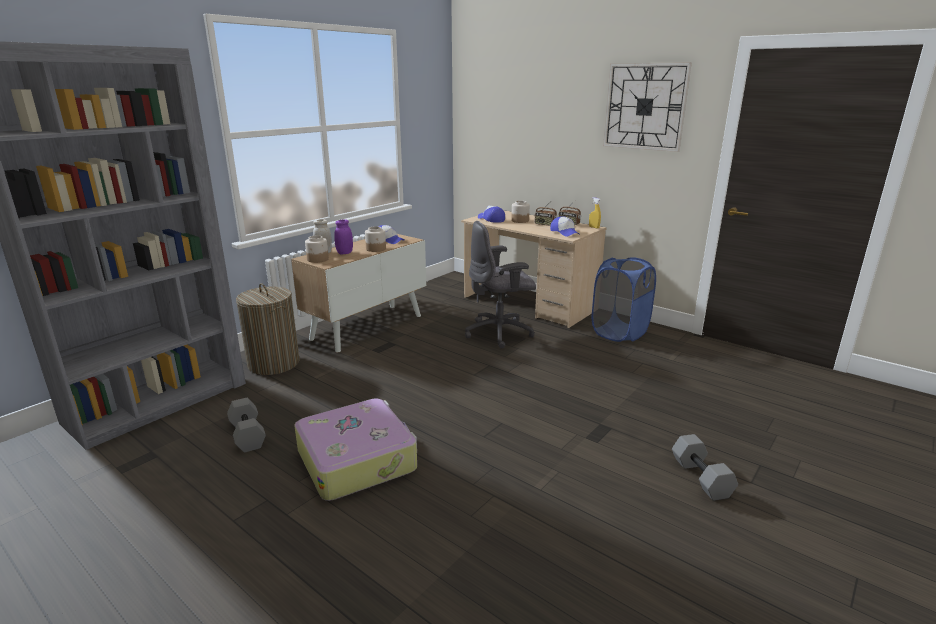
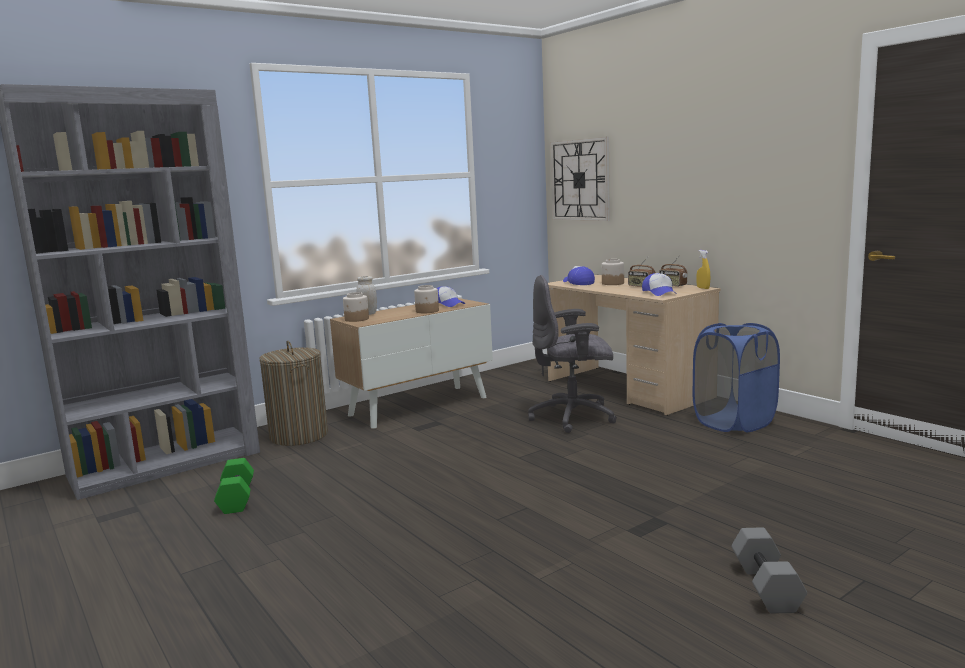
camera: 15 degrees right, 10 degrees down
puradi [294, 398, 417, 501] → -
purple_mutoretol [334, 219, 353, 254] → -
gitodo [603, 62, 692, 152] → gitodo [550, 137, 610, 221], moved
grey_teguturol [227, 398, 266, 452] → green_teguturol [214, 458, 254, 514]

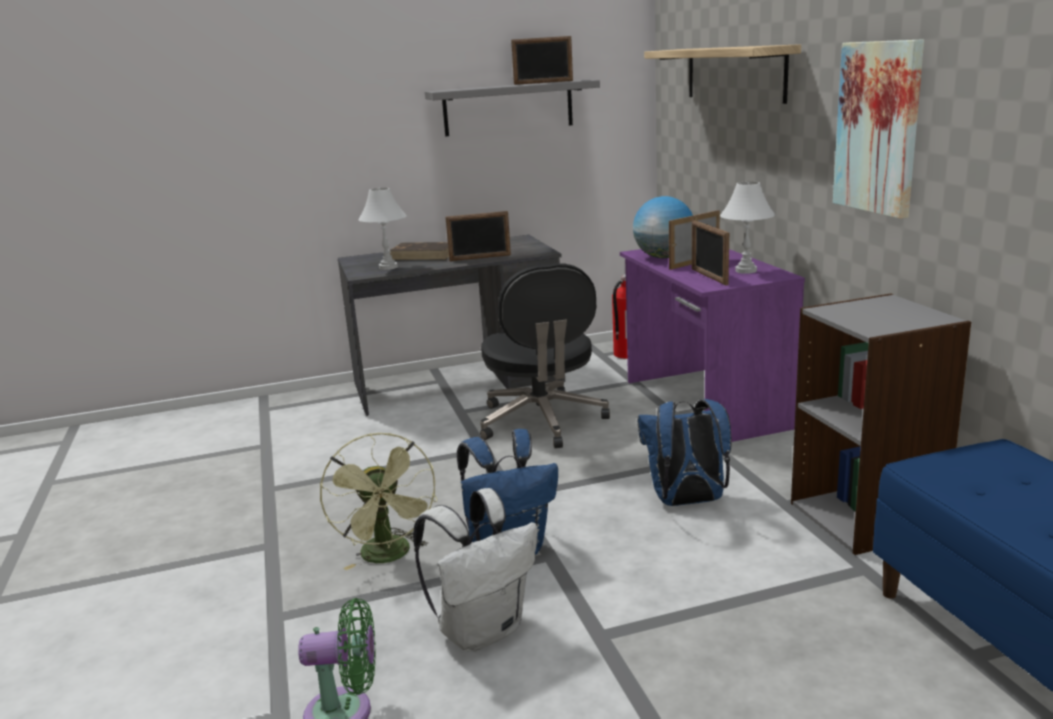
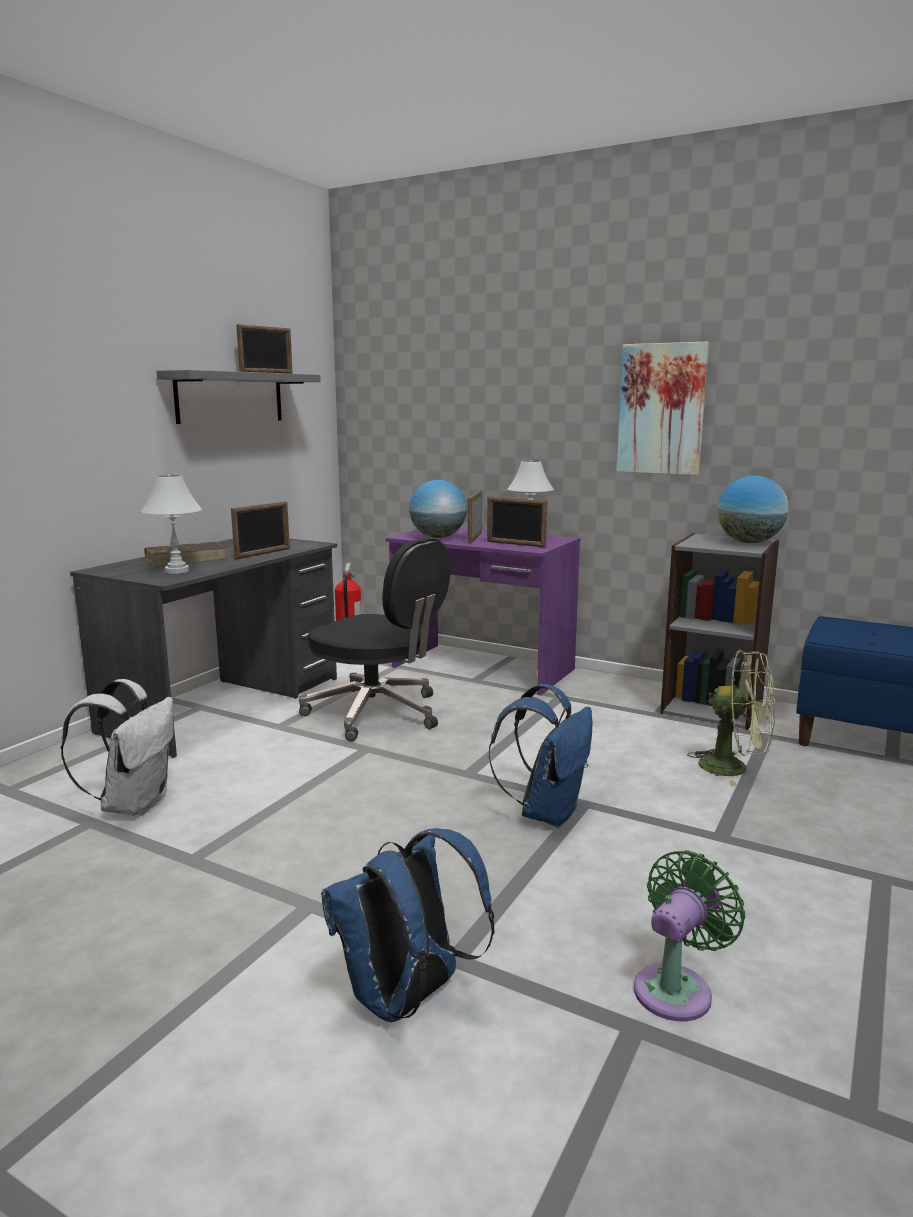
camera: 45 degrees left, 5 degrees down
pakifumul [644, 44, 801, 104] → -
- → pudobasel [717, 475, 789, 543]
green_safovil [320, 433, 437, 570] → green_safovil [688, 650, 775, 786], moved
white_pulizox [413, 488, 538, 652] → white_pulizox [61, 679, 173, 817], moved
blue_pulizox [637, 399, 732, 506] → blue_pulizox [321, 828, 494, 1022], moved

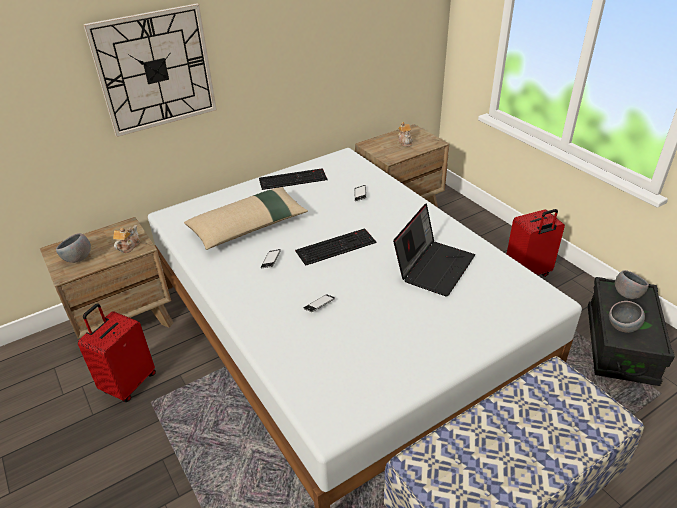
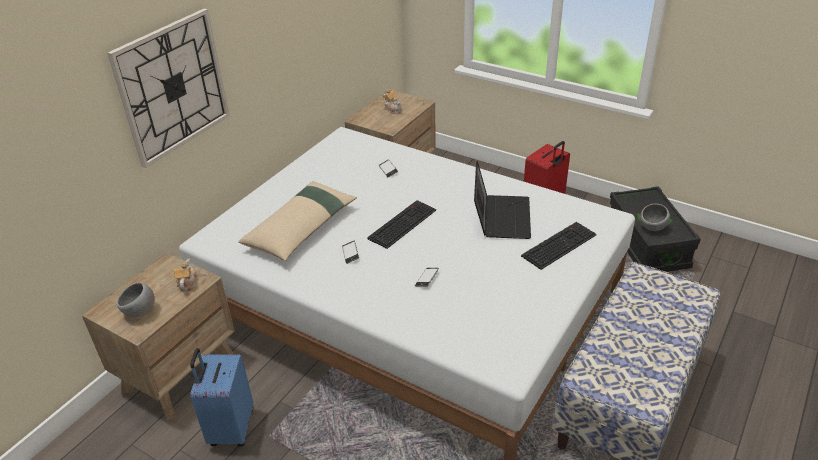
camera: 25 degrees left, 0 degrees up
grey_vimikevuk [615, 270, 649, 299] → -
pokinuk [259, 168, 327, 190] → pokinuk [521, 222, 597, 270], moved
red_puradi [78, 303, 156, 402] → blue_puradi [190, 348, 253, 447]

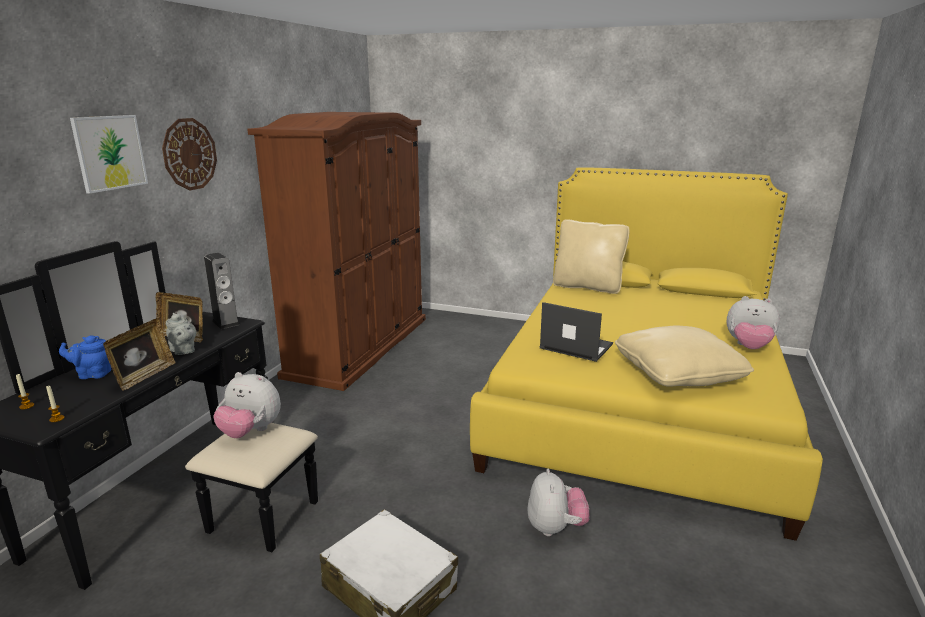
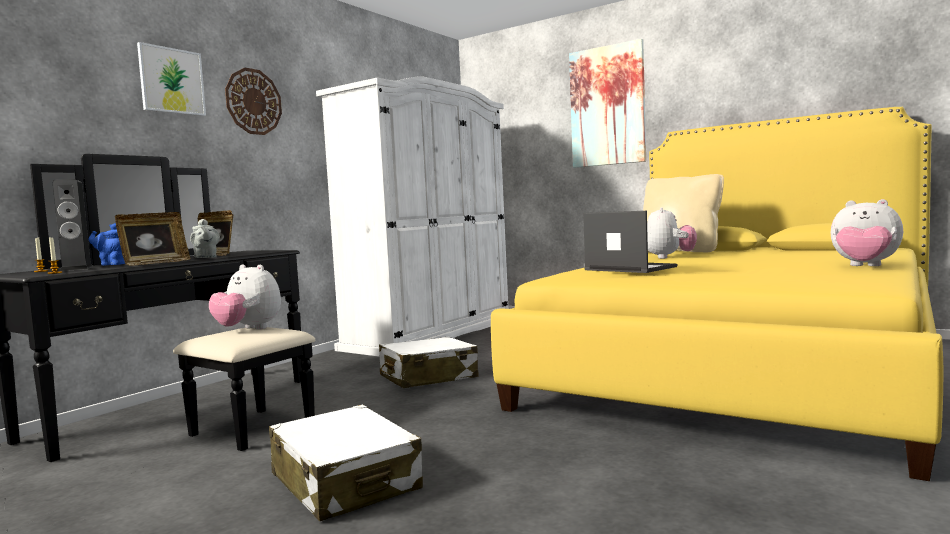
camera: 15 degrees right, 15 degrees down
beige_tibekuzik [615, 325, 754, 387] → -
- → white_puradi [379, 337, 479, 388]
- → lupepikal [569, 39, 646, 168]
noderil [204, 253, 240, 329] → noderil [53, 179, 93, 271], moved
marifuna [527, 469, 589, 536] → marifuna [647, 207, 697, 259], moved
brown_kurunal [247, 112, 426, 391] → white_kurunal [316, 76, 508, 357]

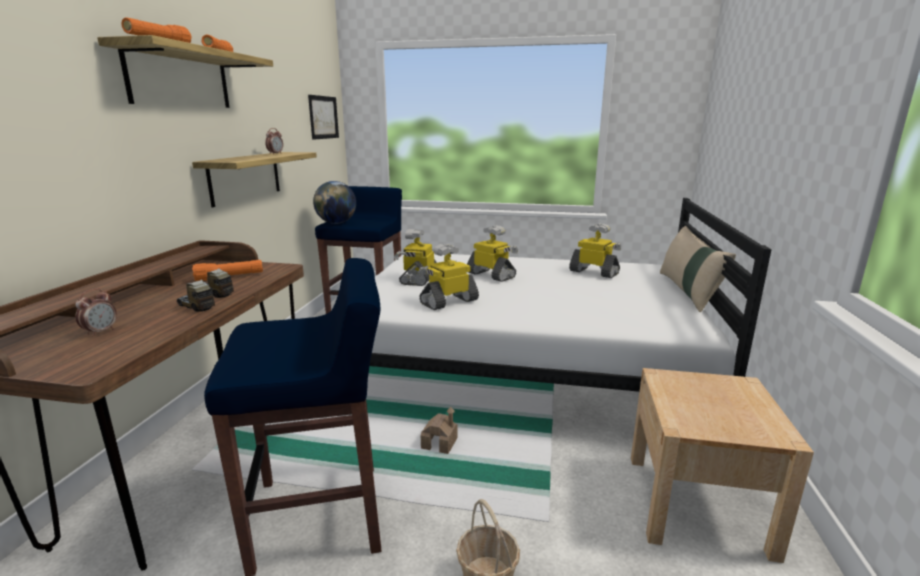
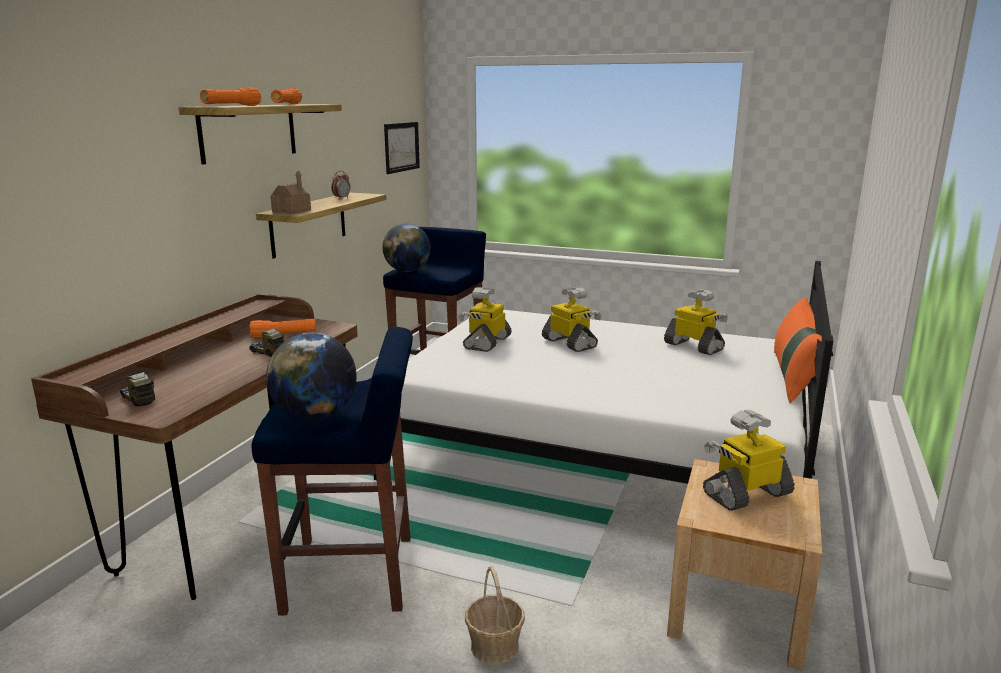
camera: 10 degrees right, 0 degrees up
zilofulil [75, 288, 117, 337] → -
- → pudobasel [266, 333, 357, 421]
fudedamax [177, 279, 215, 312] → fudedamax [120, 372, 155, 407], moved
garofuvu [419, 244, 479, 310] → garofuvu [703, 410, 795, 511], moved
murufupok [421, 407, 458, 454] → murufupok [270, 171, 311, 214], moved
beige_tibekuzik [660, 226, 736, 312] → orange_tibekuzik [774, 298, 822, 403]

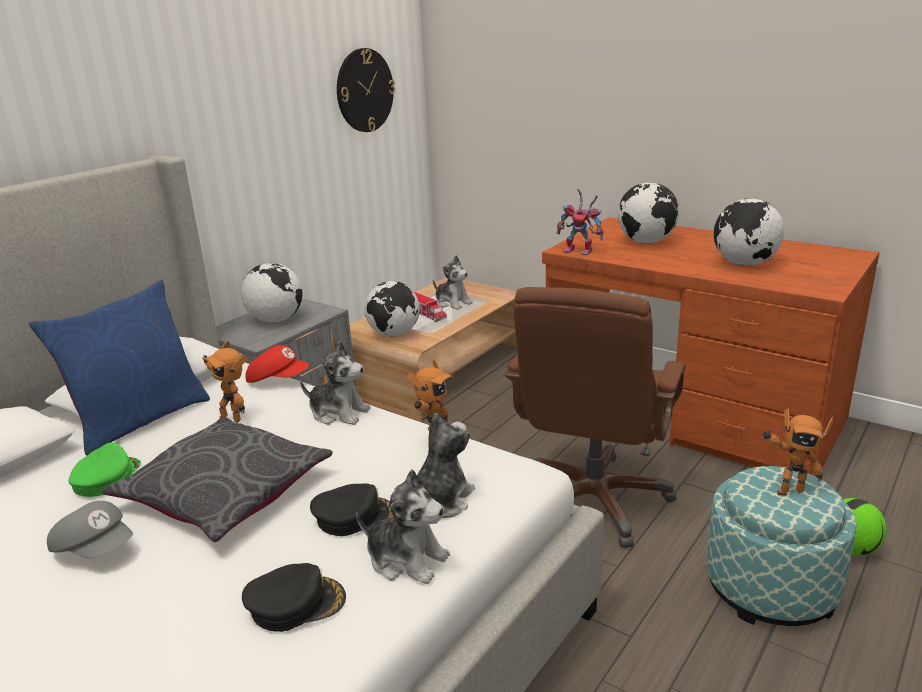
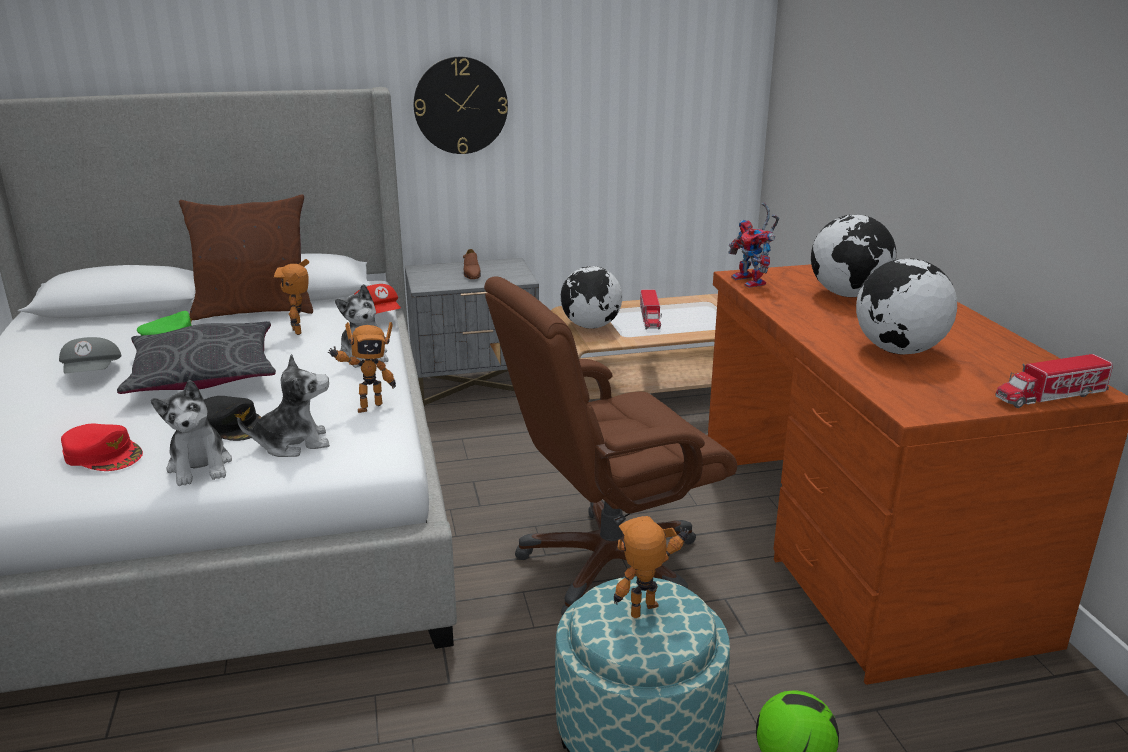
camera: 40 degrees right, 0 degrees up
marifuna [433, 256, 473, 310] → -
- → fudedamax [995, 354, 1113, 408]
gitodo [337, 48, 395, 132] → gitodo [414, 57, 508, 154], moved
pudobasel [241, 263, 303, 323] → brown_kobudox [463, 249, 481, 279]
blue_tibekuzik [29, 280, 210, 456] → brown_tibekuzik [179, 194, 313, 320]
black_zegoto [242, 563, 346, 632] → red_zegoto [61, 423, 143, 471]
garofuvu [762, 408, 833, 496] → garofuvu [614, 516, 689, 618], 105 degrees clockwise

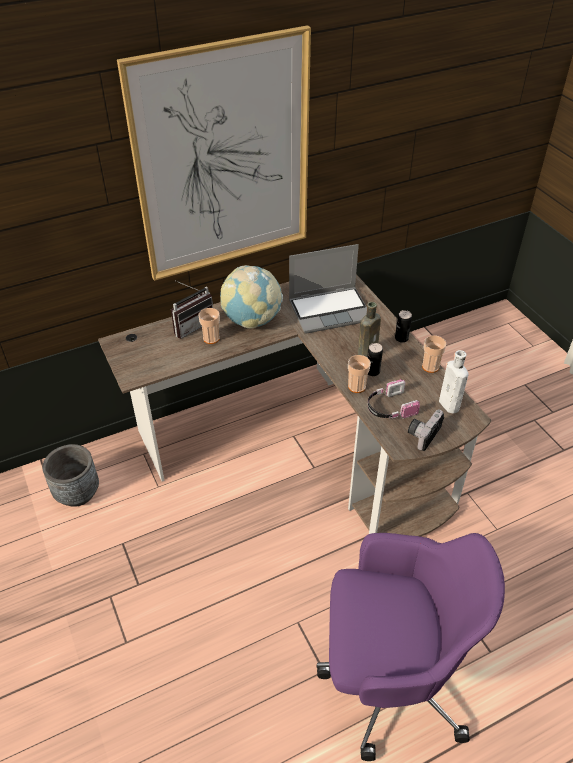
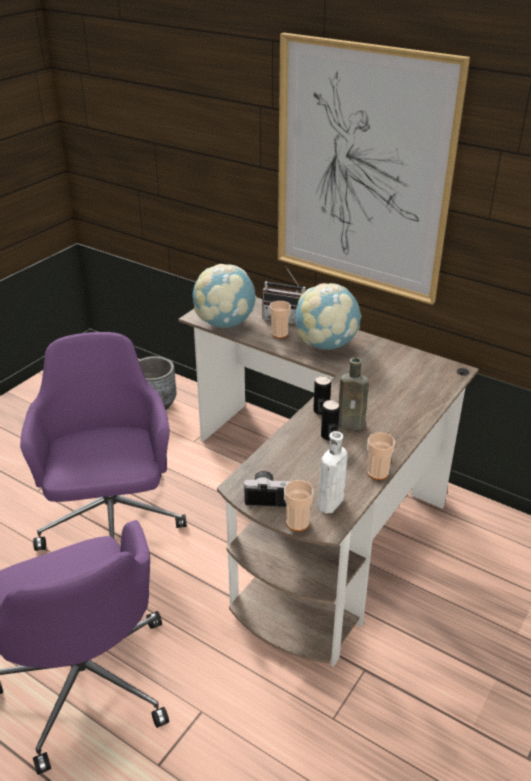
camera: 60 degrees right, 10 degrees down
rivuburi [289, 244, 367, 334] → -
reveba [368, 379, 420, 419] → -
- → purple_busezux [20, 332, 187, 551]
- → pudobasel [193, 264, 257, 328]
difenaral [348, 355, 371, 393] → difenaral [284, 480, 314, 531], moved
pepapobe [395, 310, 412, 343] → pepapobe [313, 376, 331, 415], moved

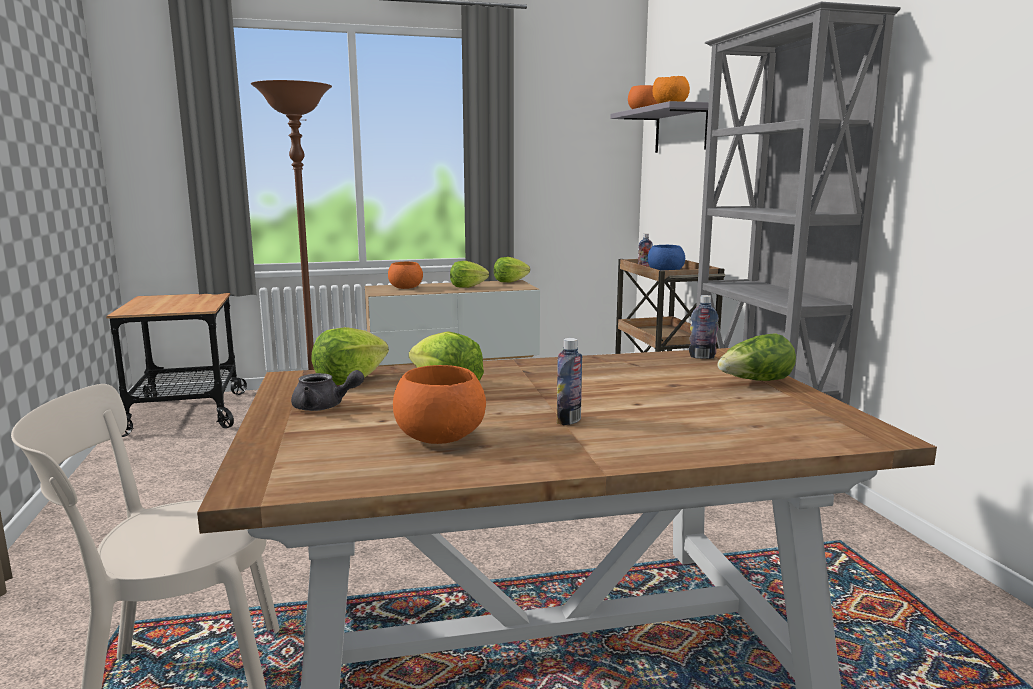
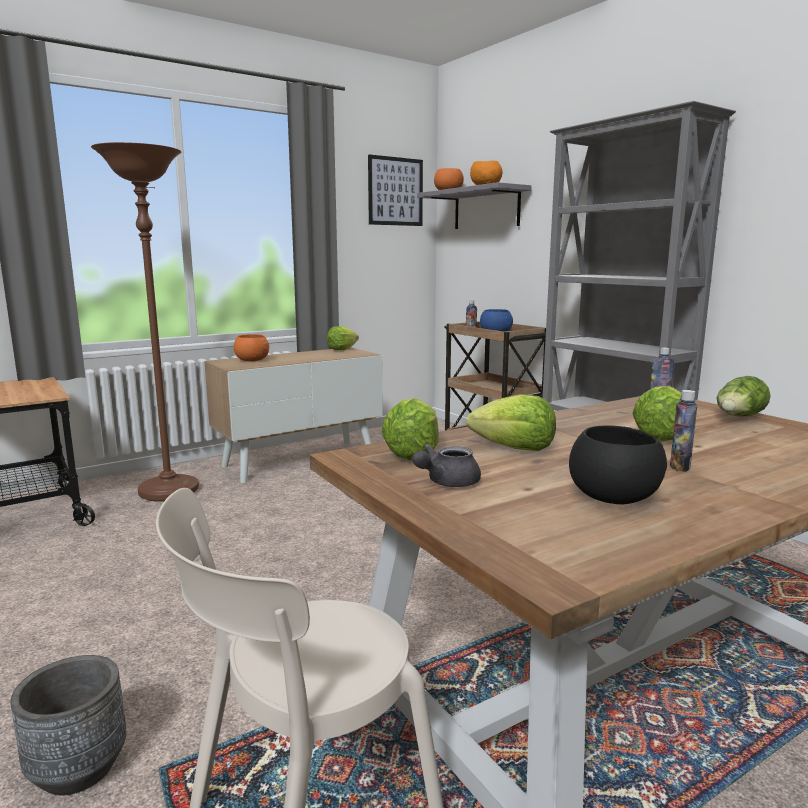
camera: 20 degrees left, 0 degrees up
- → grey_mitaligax [10, 655, 126, 795]
- → lupepikal [368, 154, 423, 226]
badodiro [450, 261, 489, 288] → badodiro [632, 386, 681, 441], moved
orange_vimikevuk [393, 365, 486, 444] → black_vimikevuk [569, 425, 667, 504]
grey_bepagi [291, 370, 364, 411] → grey_bepagi [412, 444, 481, 487], 150 degrees clockwise

